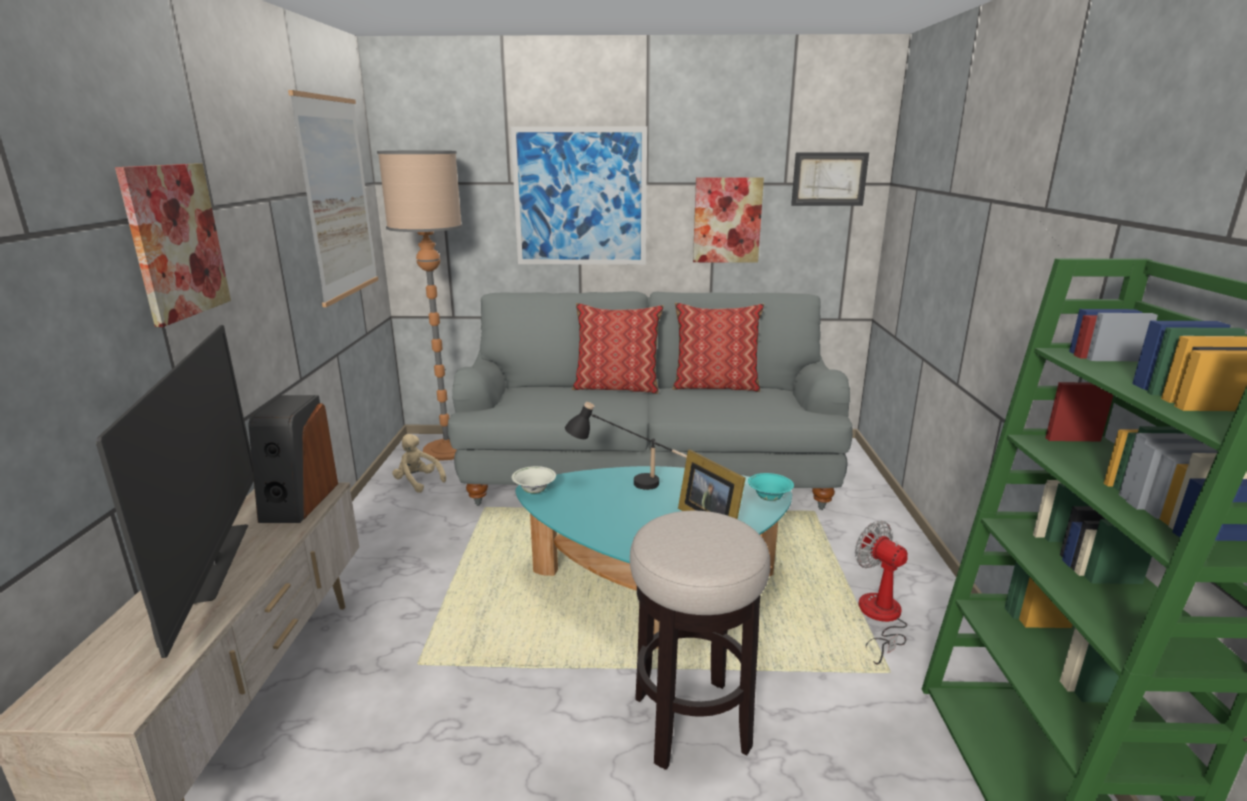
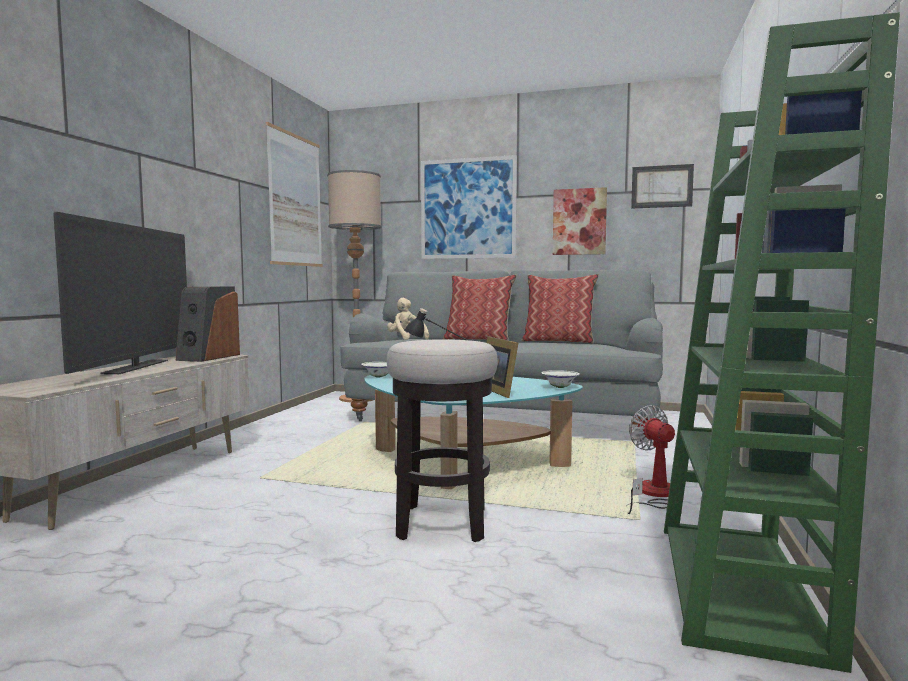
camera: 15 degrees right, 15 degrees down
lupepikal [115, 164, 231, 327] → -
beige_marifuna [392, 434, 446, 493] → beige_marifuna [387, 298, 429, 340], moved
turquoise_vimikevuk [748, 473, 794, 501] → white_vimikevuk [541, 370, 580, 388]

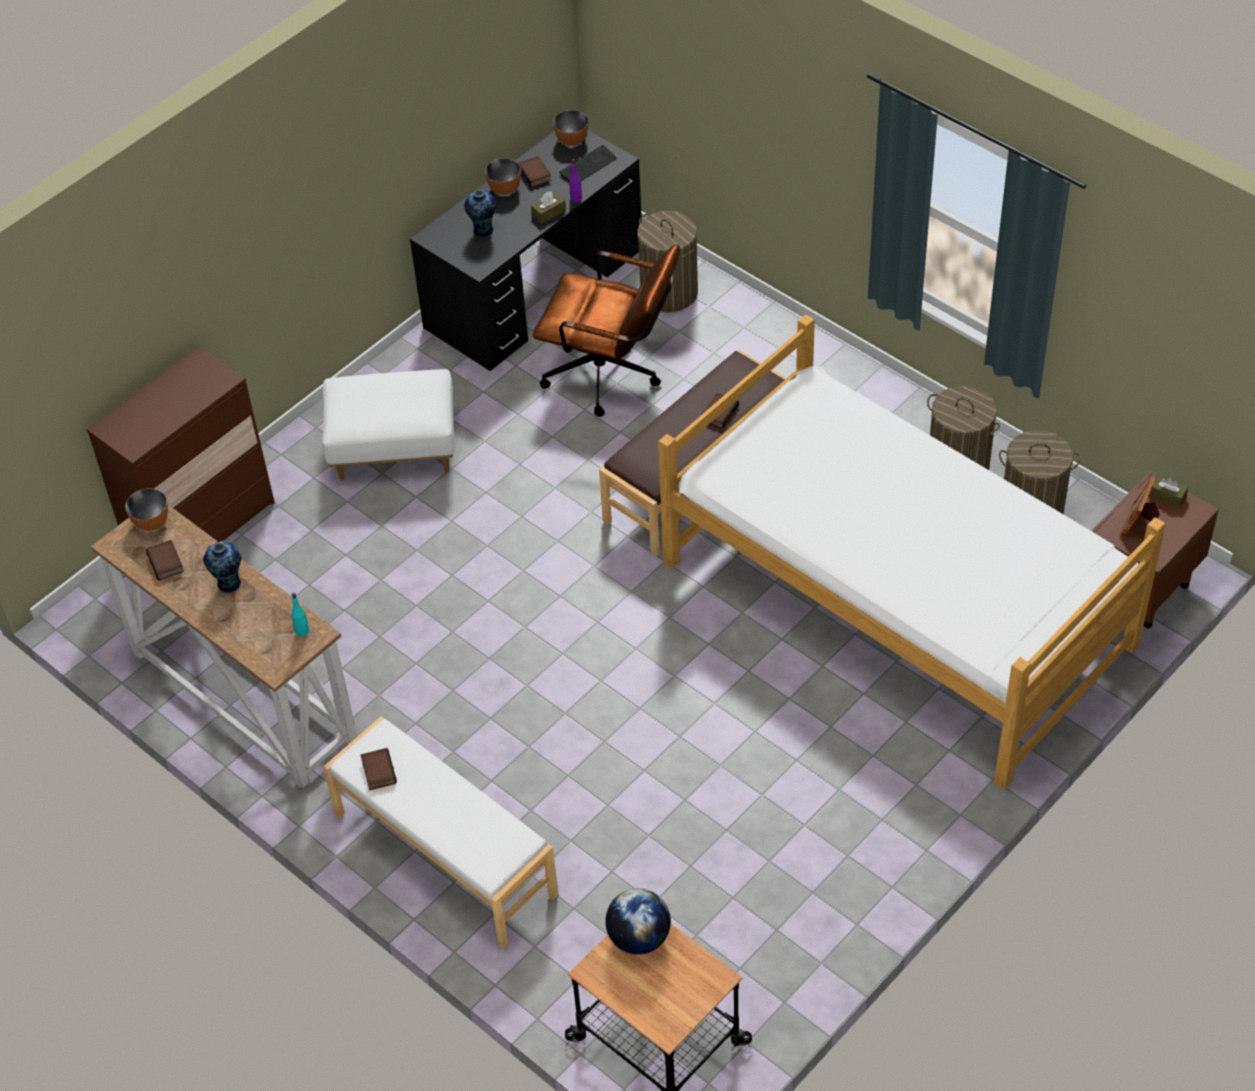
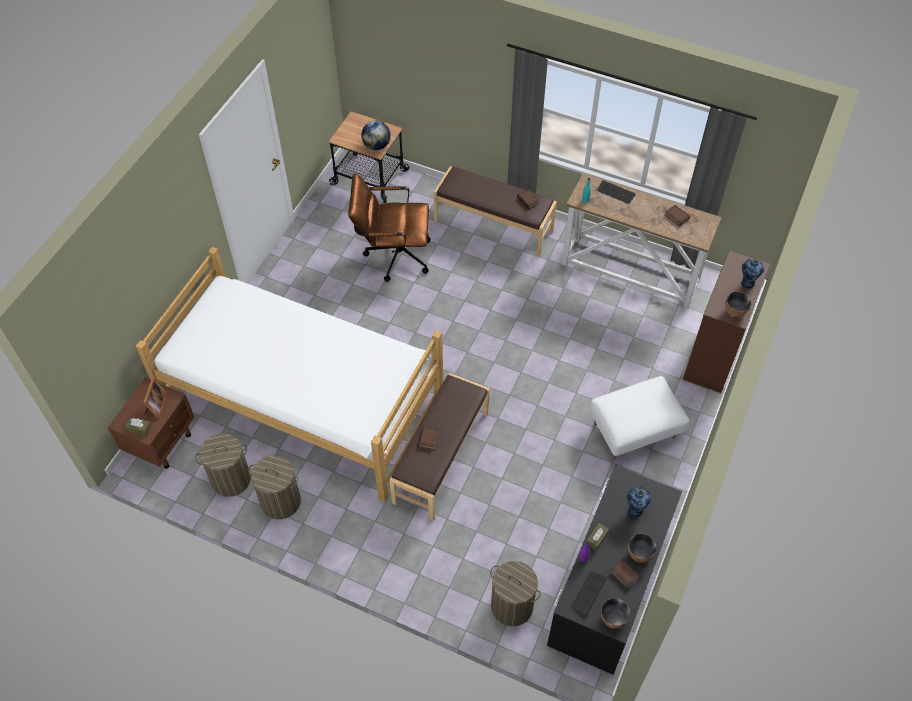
camera: 160 degrees right, 5 degrees up
- → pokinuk [597, 180, 636, 204]
vimikevuk [125, 488, 168, 531] → vimikevuk [725, 292, 751, 317], moved
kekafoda [203, 541, 241, 593] → kekafoda [741, 259, 764, 289], moved
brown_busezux [533, 244, 680, 416] → brown_busezux [348, 173, 431, 282], moved
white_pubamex [323, 717, 559, 949] → brown_pubamex [434, 166, 557, 257]

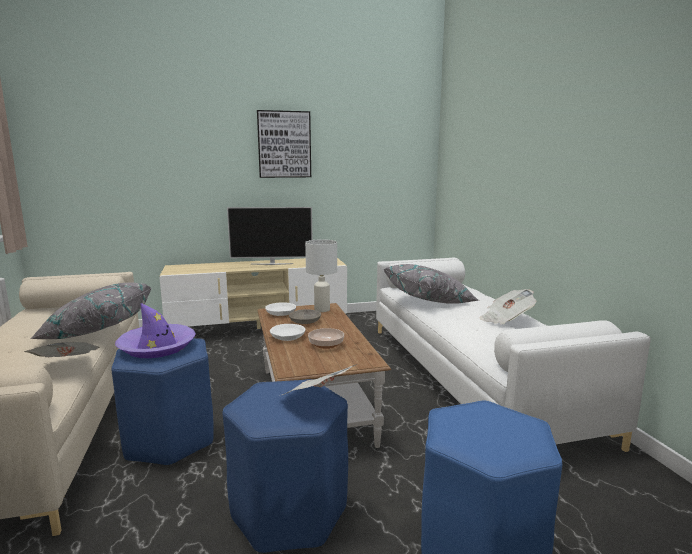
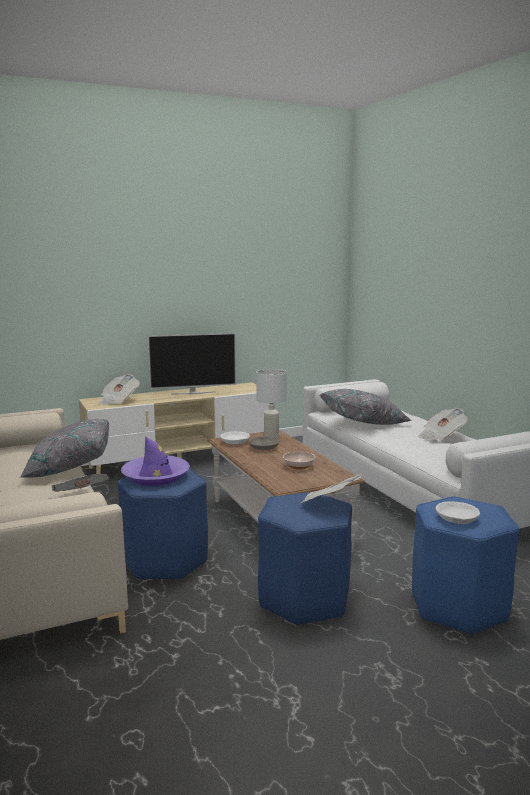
camera: 10 degrees left, 0 degrees up
lupepikal [257, 110, 311, 178] → -
- → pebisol [99, 374, 139, 405]
white_vimikevuk [270, 324, 305, 341] → white_vimikevuk [436, 501, 480, 524], moved

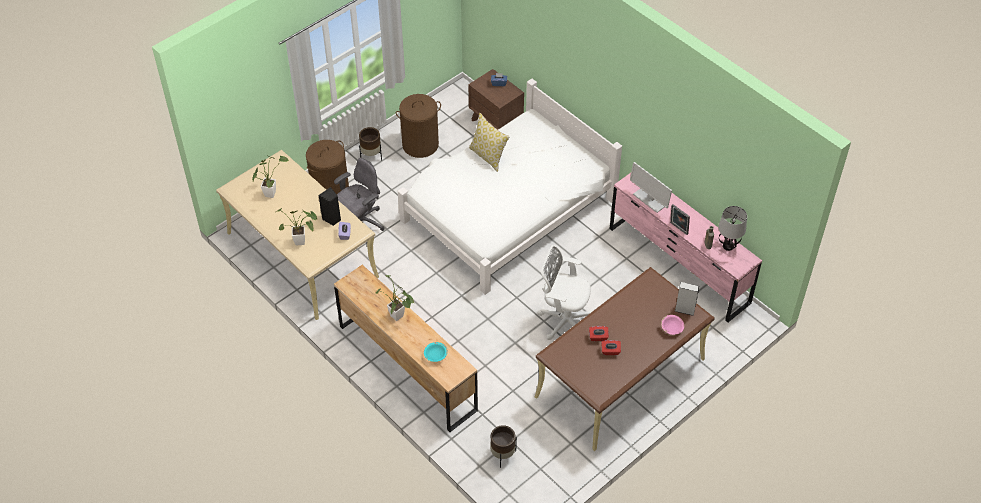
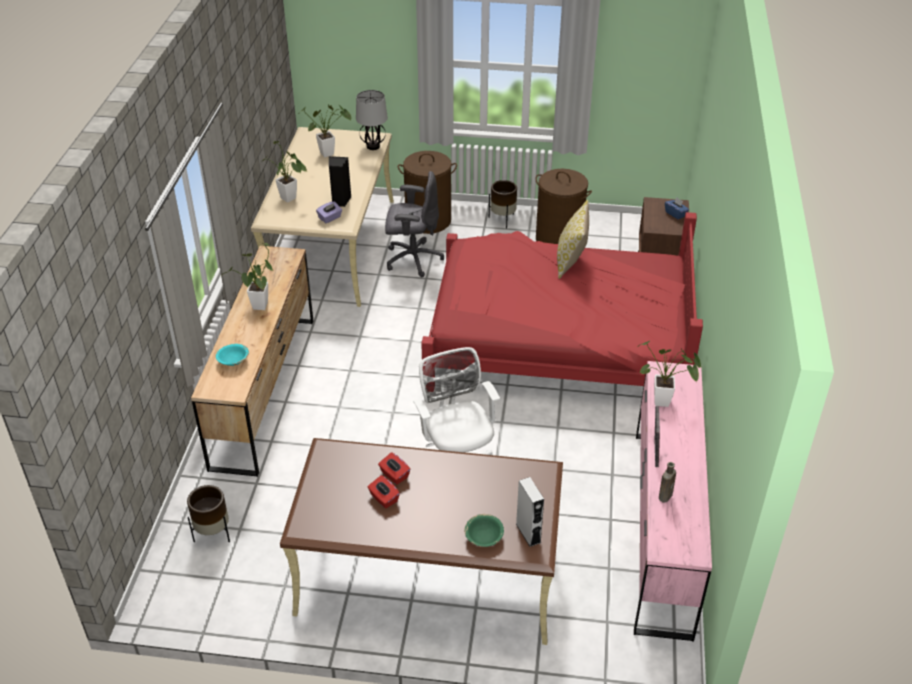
camera: 50 degrees right, 10 degrees down
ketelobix [718, 206, 747, 251] → ketelobix [356, 90, 388, 150], moved
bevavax [630, 162, 672, 213] → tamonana [638, 341, 702, 407]
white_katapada [398, 79, 622, 295] → red_katapada [421, 212, 703, 386]
pink_vimikevuk [661, 315, 684, 335] → green_vimikevuk [464, 514, 504, 547]

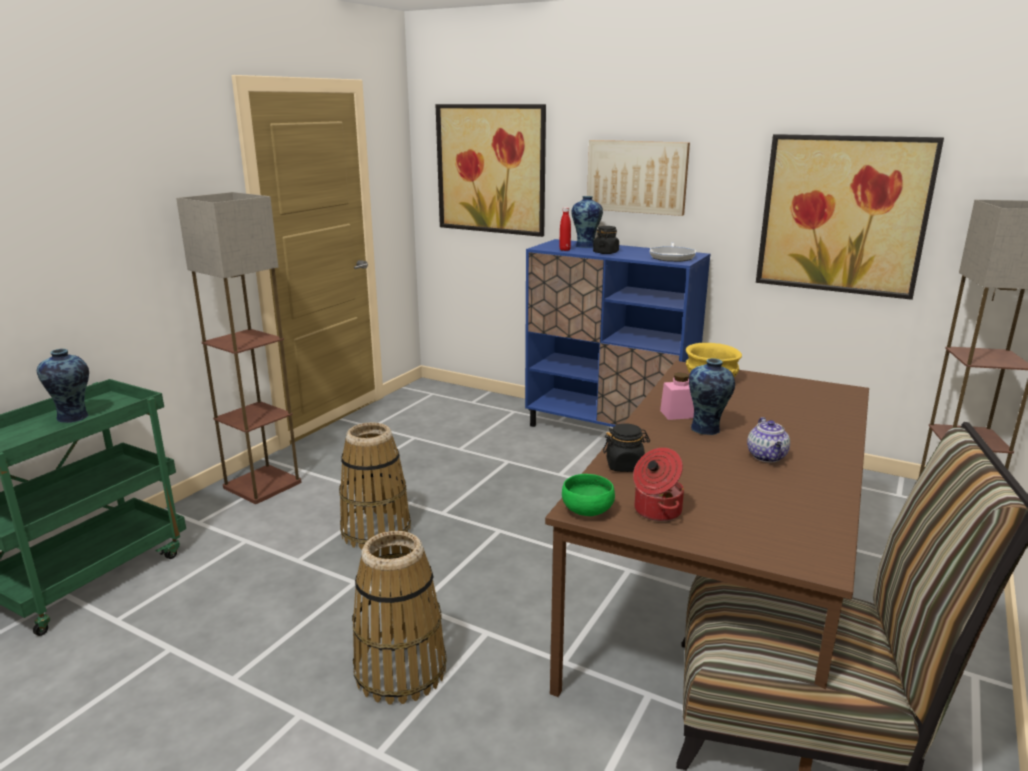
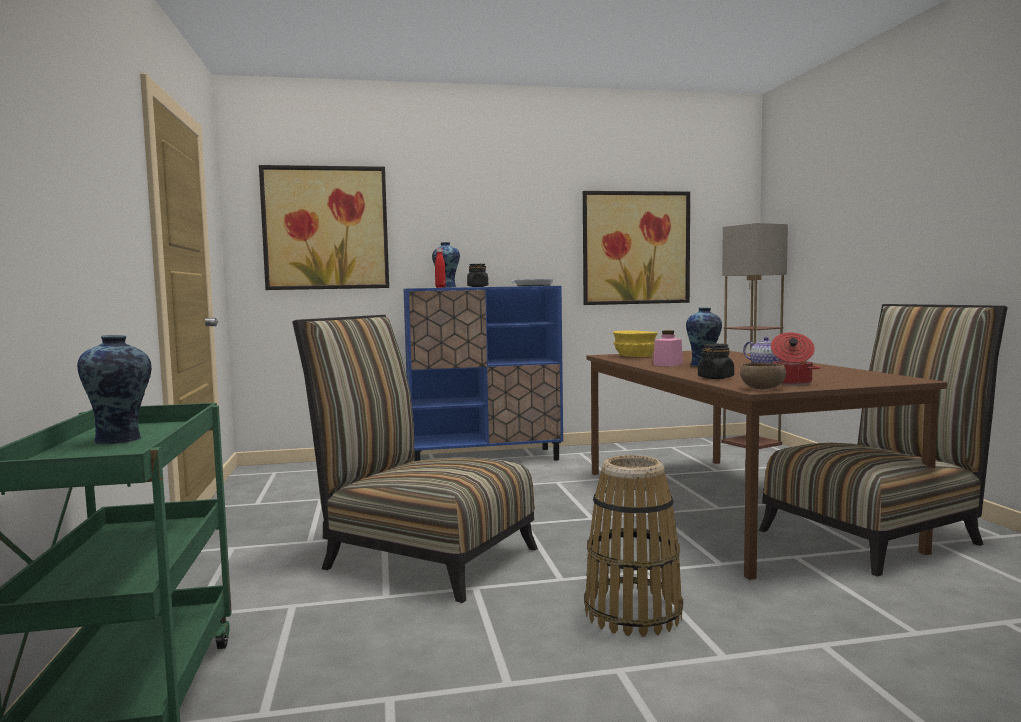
camera: 40 degrees left, 15 degrees down
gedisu [176, 192, 301, 504] → -
lupepikal [587, 140, 690, 216] → -
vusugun [339, 422, 411, 550] → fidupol [292, 315, 538, 603]
green_vimikevuk [562, 474, 615, 516] → brown_vimikevuk [740, 363, 786, 389]

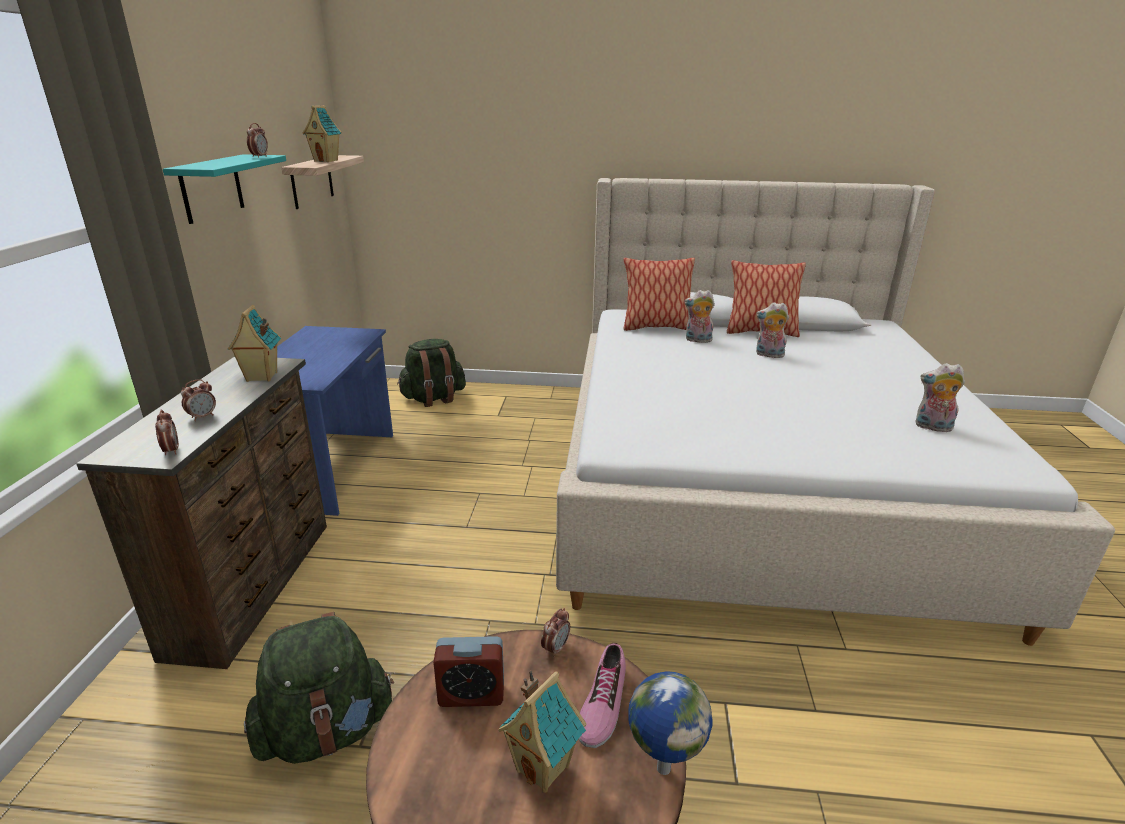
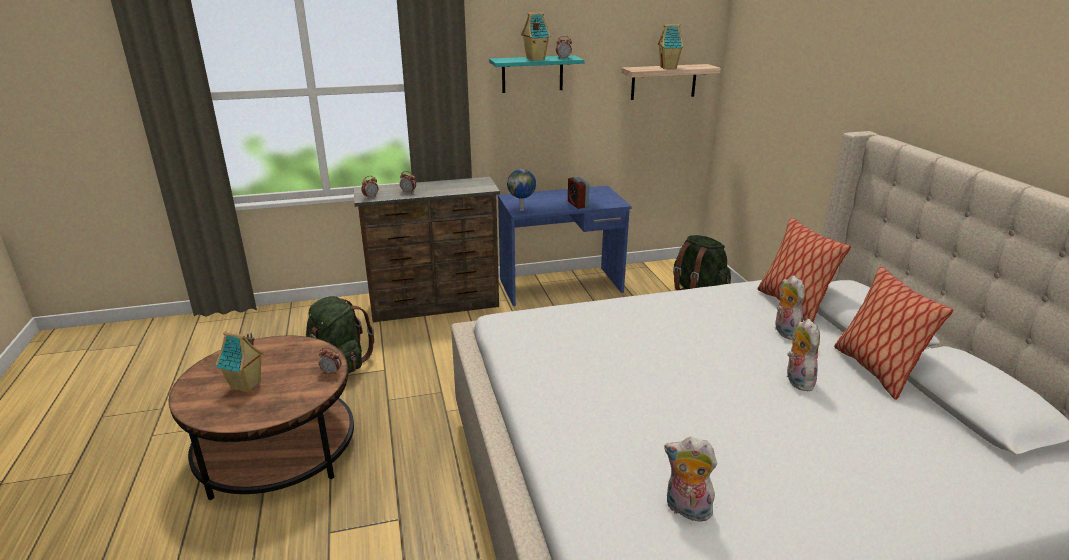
camera: 70 degrees right, 0 degrees up
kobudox [578, 642, 626, 748] → -
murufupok [228, 305, 281, 382] → murufupok [521, 12, 551, 61], moved
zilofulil [433, 636, 504, 707] → zilofulil [568, 177, 589, 209], moved
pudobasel [629, 671, 713, 775] → pudobasel [507, 169, 536, 211], moved
marifuna [915, 363, 965, 432] → marifuna [664, 437, 717, 522], 60 degrees counterclockwise

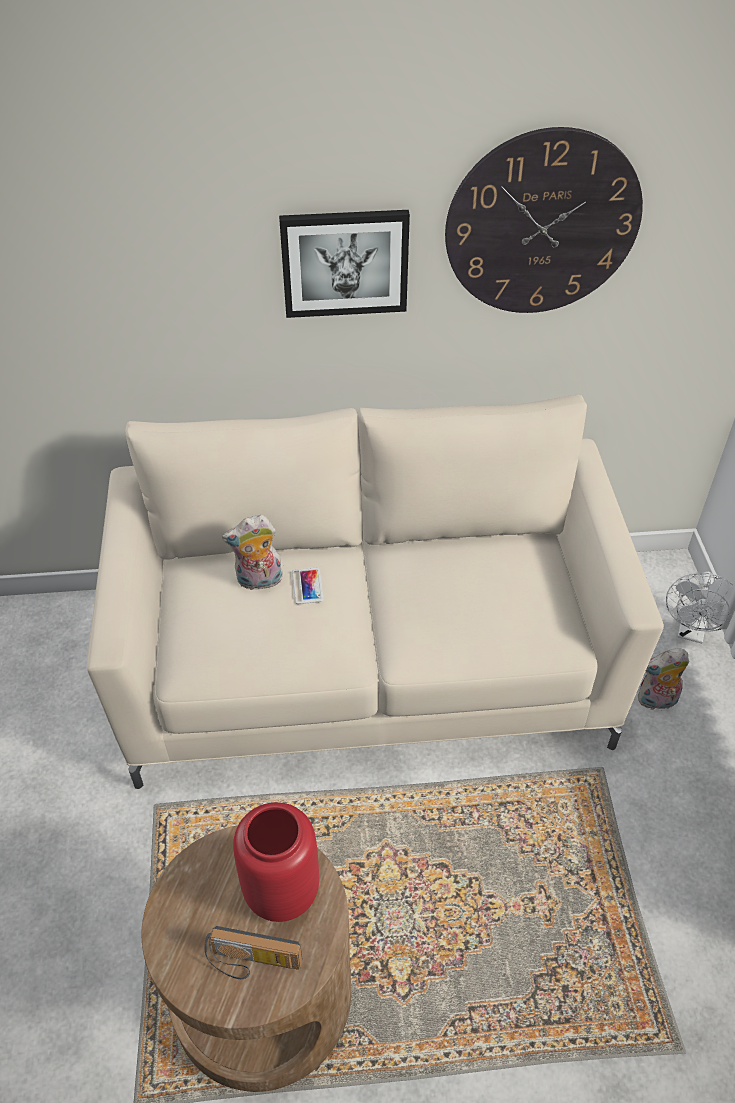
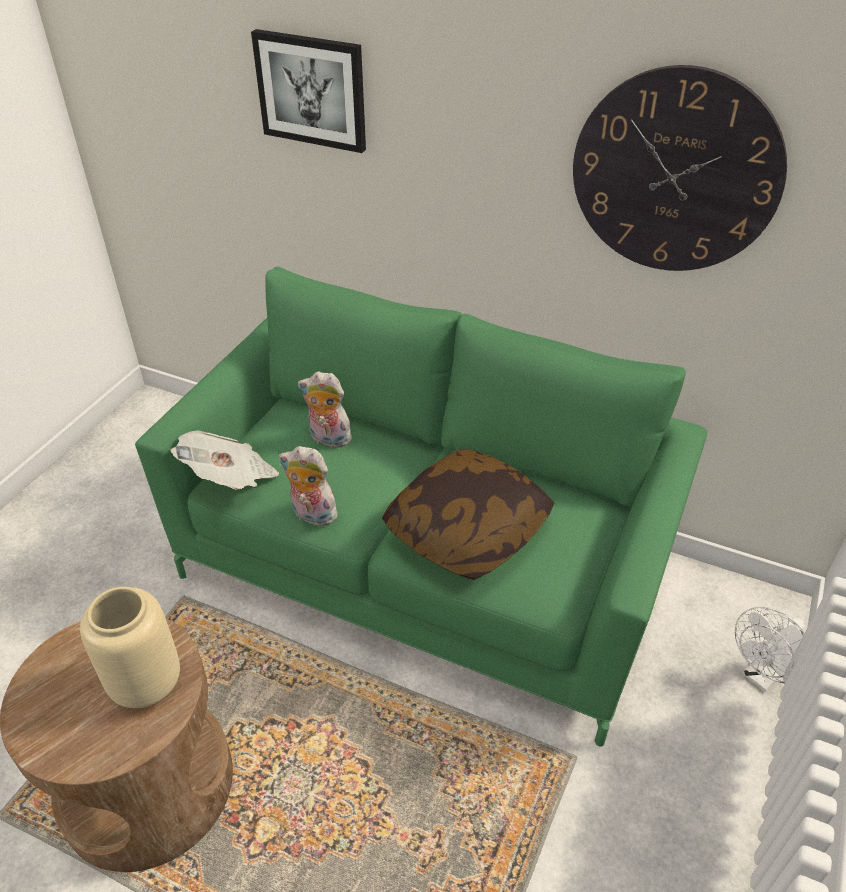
camera: 30 degrees right, 5 degrees down
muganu [204, 926, 302, 979] → -
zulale [292, 568, 324, 604] → -
- → pebisol [171, 430, 279, 490]
- → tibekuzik [382, 448, 554, 580]
lupepikal [279, 210, 410, 318] → lupepikal [251, 29, 366, 153], moved
marifuna [638, 649, 689, 712] → marifuna [279, 446, 340, 526], moved
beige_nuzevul [87, 395, 664, 789] → green_nuzevul [135, 267, 707, 747]
red_kekafoda [233, 802, 319, 922] → beige_kekafoda [80, 587, 180, 708]

